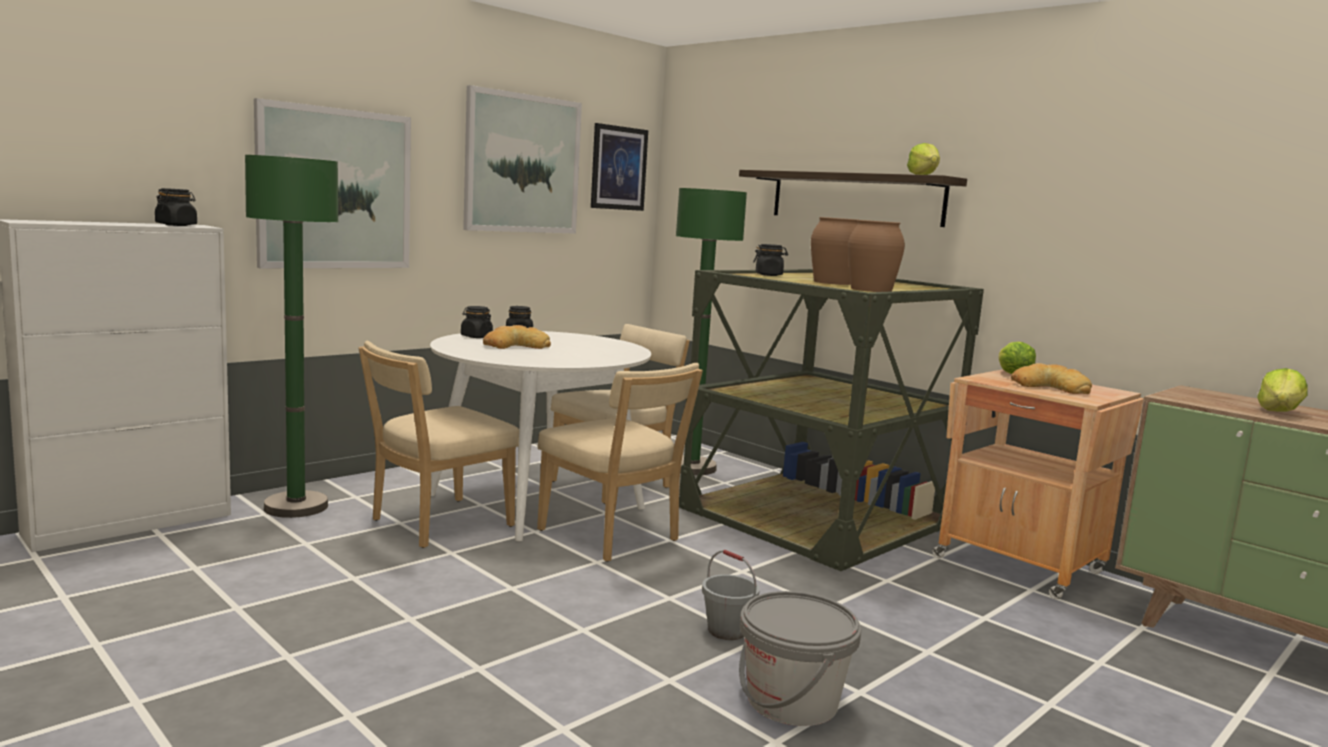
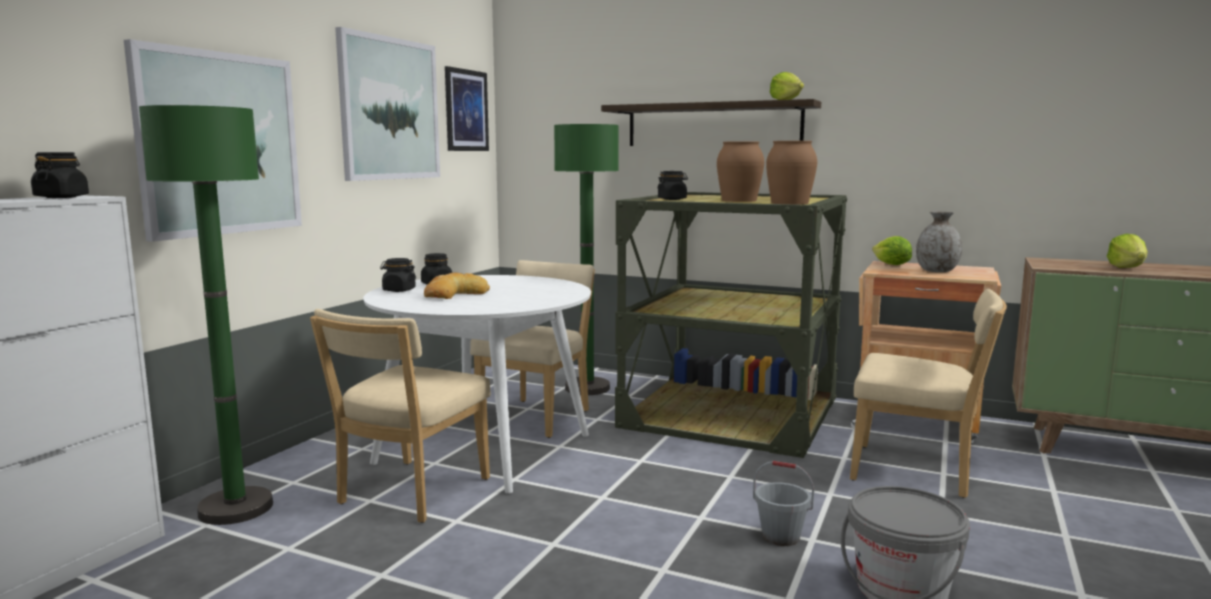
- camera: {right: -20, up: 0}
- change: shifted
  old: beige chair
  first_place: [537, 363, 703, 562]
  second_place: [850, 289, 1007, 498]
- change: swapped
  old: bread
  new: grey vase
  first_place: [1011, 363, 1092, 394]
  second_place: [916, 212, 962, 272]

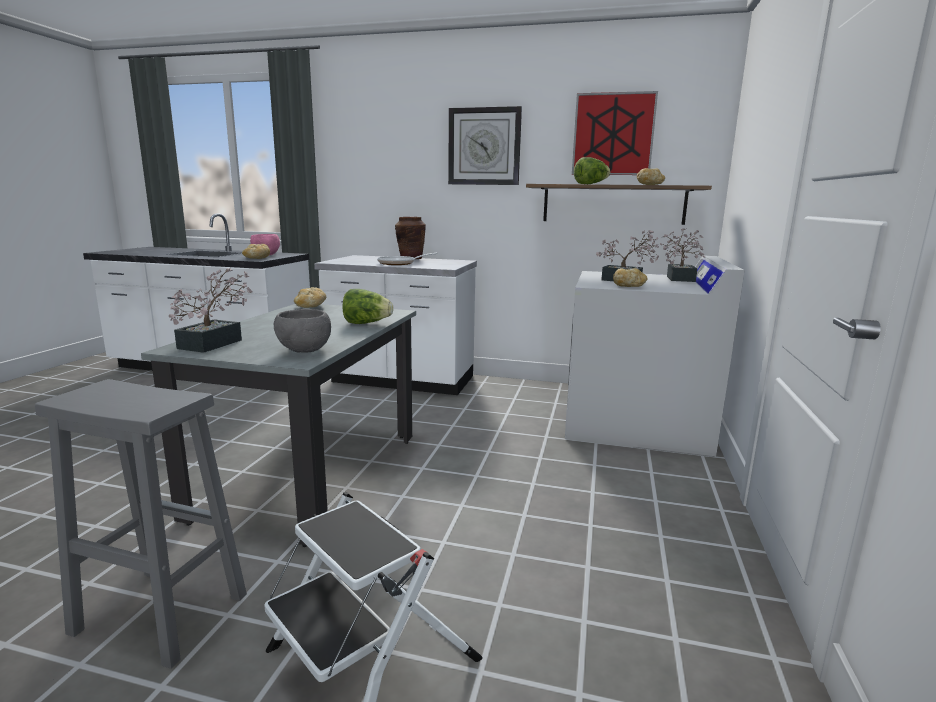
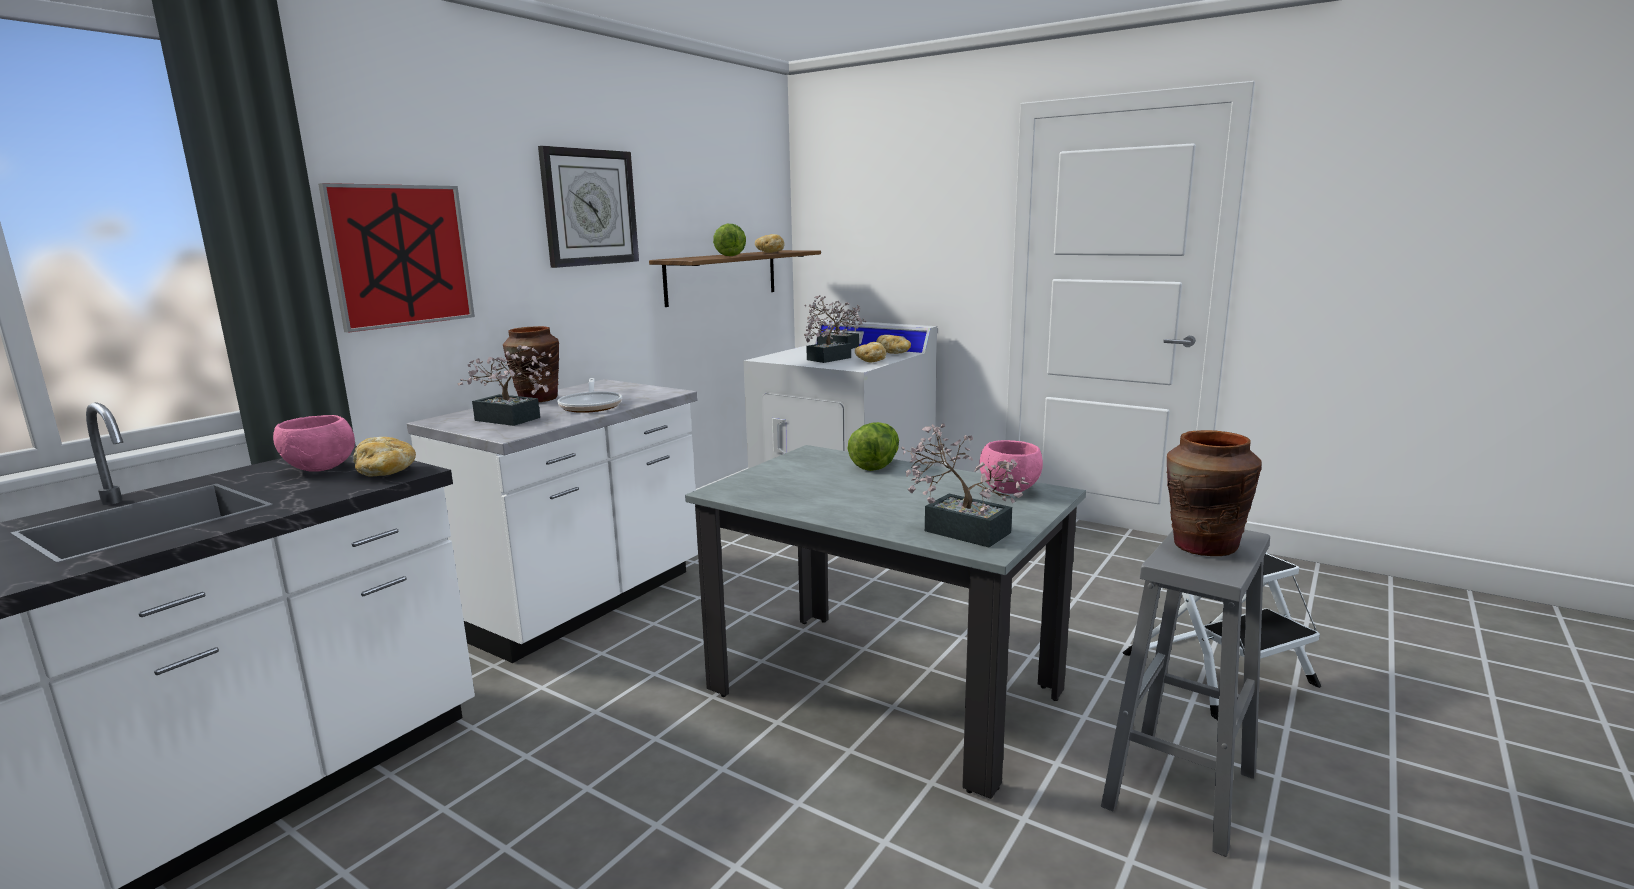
- camera: {right: -70, up: 0}
- change: shifted
  old: picture
  first_place: [572, 91, 658, 175]
  second_place: [318, 183, 475, 333]
- change: shifted
  old: bread
  first_place: [294, 287, 326, 308]
  second_place: [876, 335, 911, 354]
- change: repainted
  old: grey bowl
  new: pink bowl
  first_place: [274, 309, 331, 353]
  second_place: [980, 440, 1043, 494]
- change: new
  new: potted plant
  second_place: [457, 345, 552, 426]
- change: new
  new: brown vase
  second_place: [1166, 430, 1262, 556]

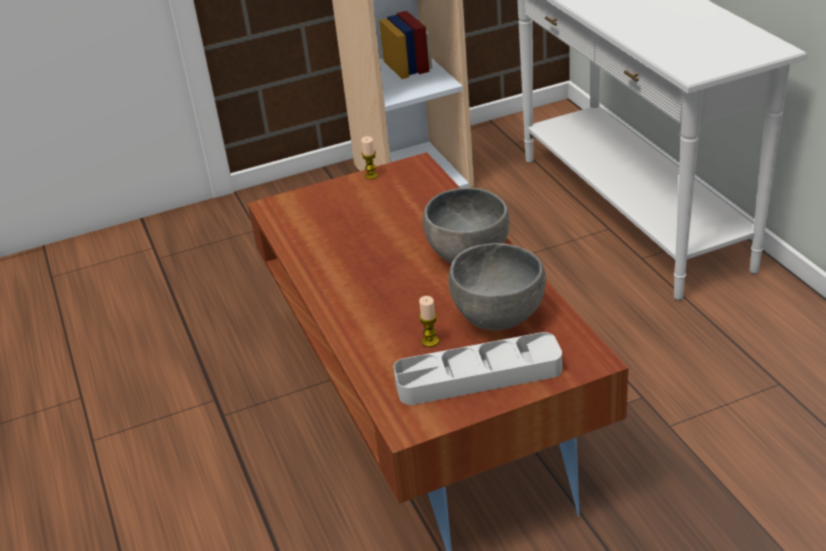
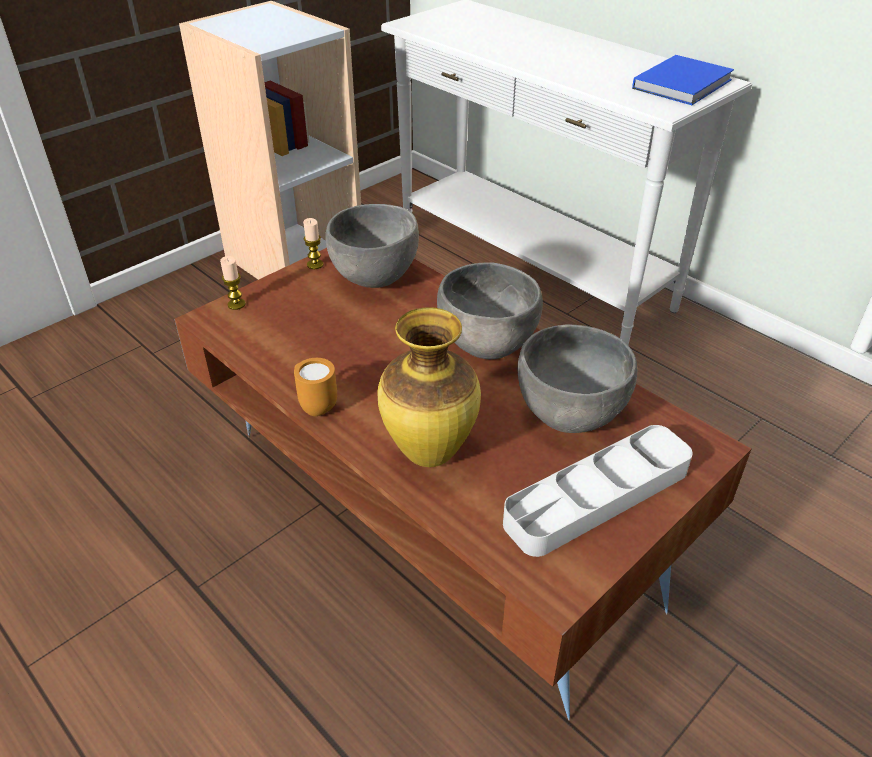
- camera: {right: -25, up: 5}
- change: shifted
  old: candle
  first_place: [419, 296, 439, 347]
  second_place: [220, 256, 246, 310]
- change: new
  new: blue book
  second_place: [632, 55, 734, 105]
- change: new
  new: grey bowl
  second_place: [325, 204, 419, 288]
- change: new
  new: vase
  second_place: [377, 307, 481, 467]
- change: new
  new: orange mug
  second_place: [294, 358, 337, 416]

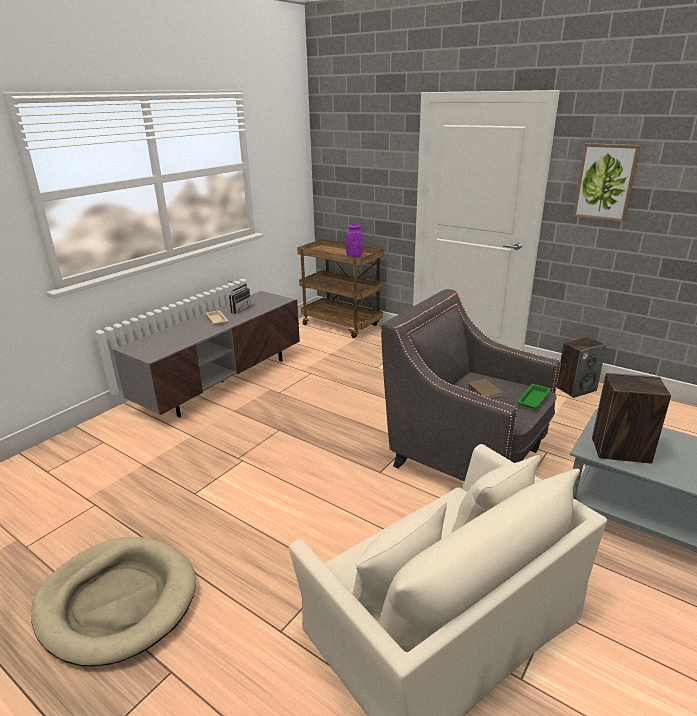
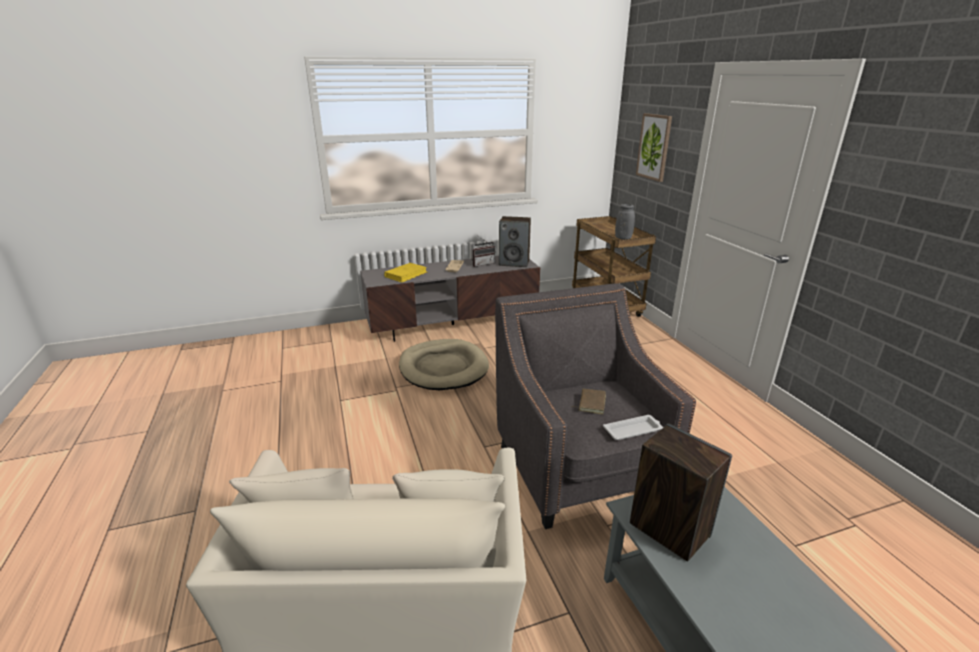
- camera: {right: 35, up: 0}
- change: shifted
  old: picture
  first_place: [573, 143, 640, 222]
  second_place: [636, 113, 672, 182]
- change: repainted
  old: purple vase
  new: grey vase
  first_place: [346, 224, 363, 258]
  second_place: [615, 204, 635, 240]
- change: shifted
  old: speaker
  first_place: [556, 337, 606, 398]
  second_place: [499, 216, 531, 267]
- change: repainted
  old: green tray
  new: white tray
  first_place: [517, 384, 551, 409]
  second_place: [603, 415, 663, 440]
- change: shifted
  old: beige dog bed
  first_place: [31, 537, 196, 666]
  second_place: [399, 339, 489, 390]
- change: new
  new: yellow book
  second_place: [384, 263, 428, 282]

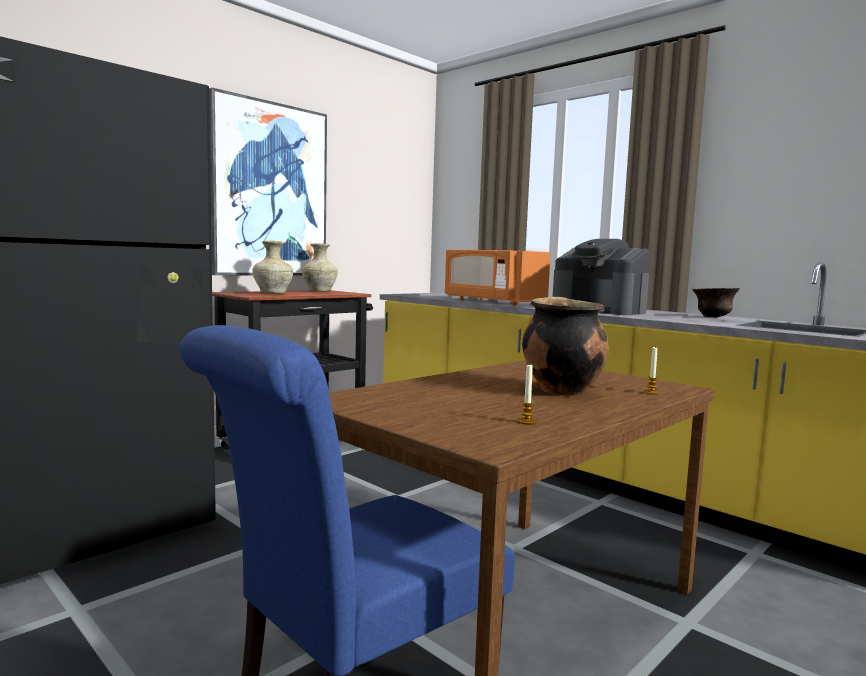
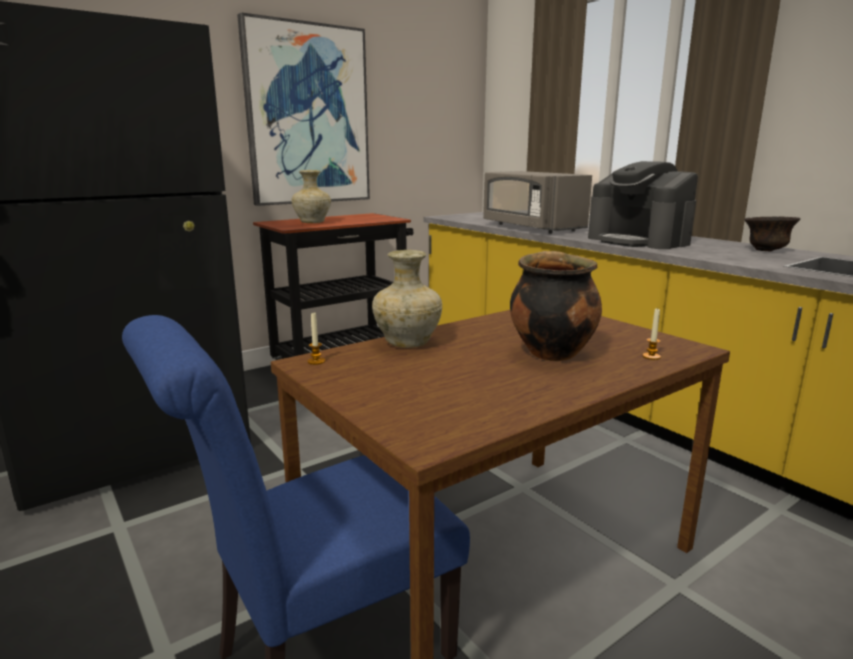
- camera: {right: 10, up: 10}
- change: shifted
  old: beige vase
  first_place: [302, 243, 338, 292]
  second_place: [372, 250, 442, 348]
- change: repainted
  old: orange microwave
  new: grey microwave
  first_place: [445, 249, 551, 306]
  second_place: [483, 171, 592, 234]
- change: shifted
  old: candle
  first_place: [517, 364, 537, 425]
  second_place: [307, 312, 325, 365]

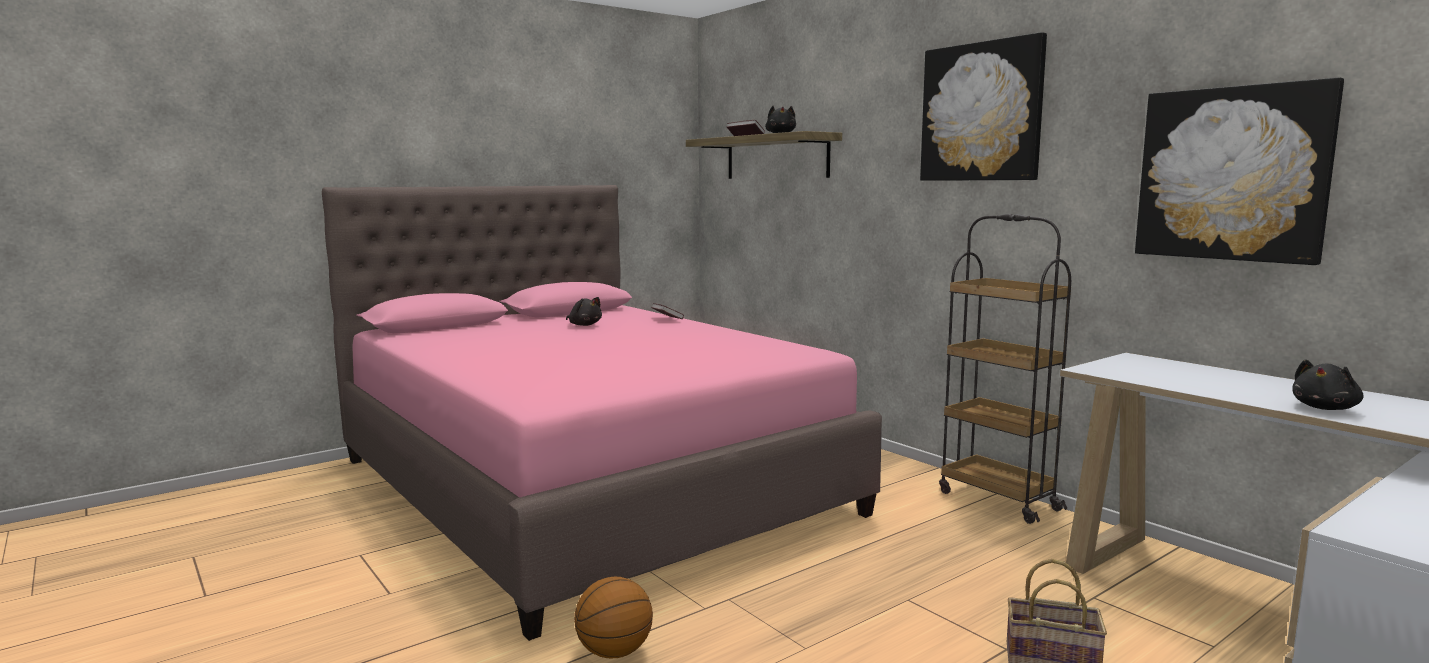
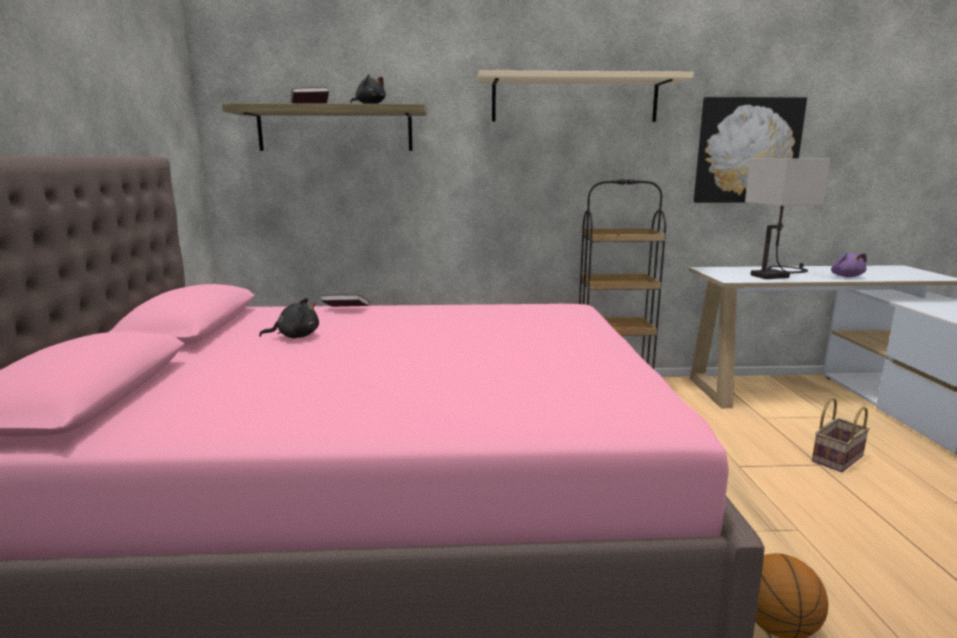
- camera: {right: -55, up: 5}
- change: swapped
  old: picture
  new: beige shelf
  first_place: [920, 32, 1047, 181]
  second_place: [477, 70, 694, 122]
- change: repainted
  old: black plush toy
  new: purple plush toy
  first_place: [1292, 360, 1363, 410]
  second_place: [831, 252, 867, 277]
- change: new
  new: table lamp
  second_place: [745, 158, 830, 279]

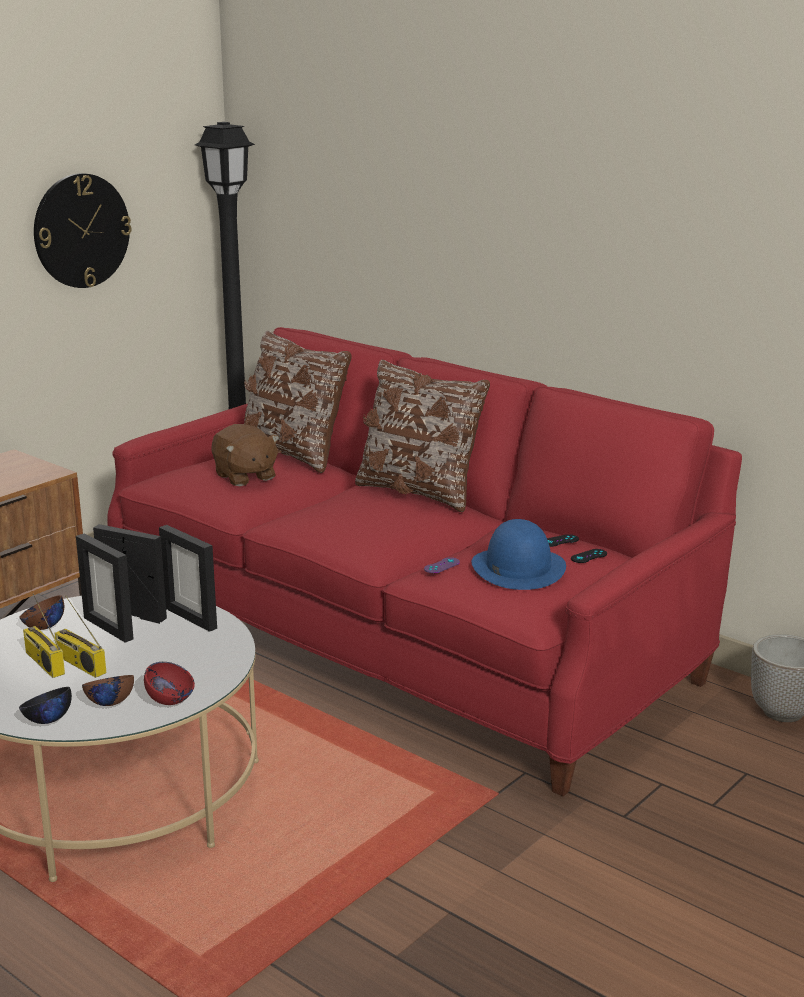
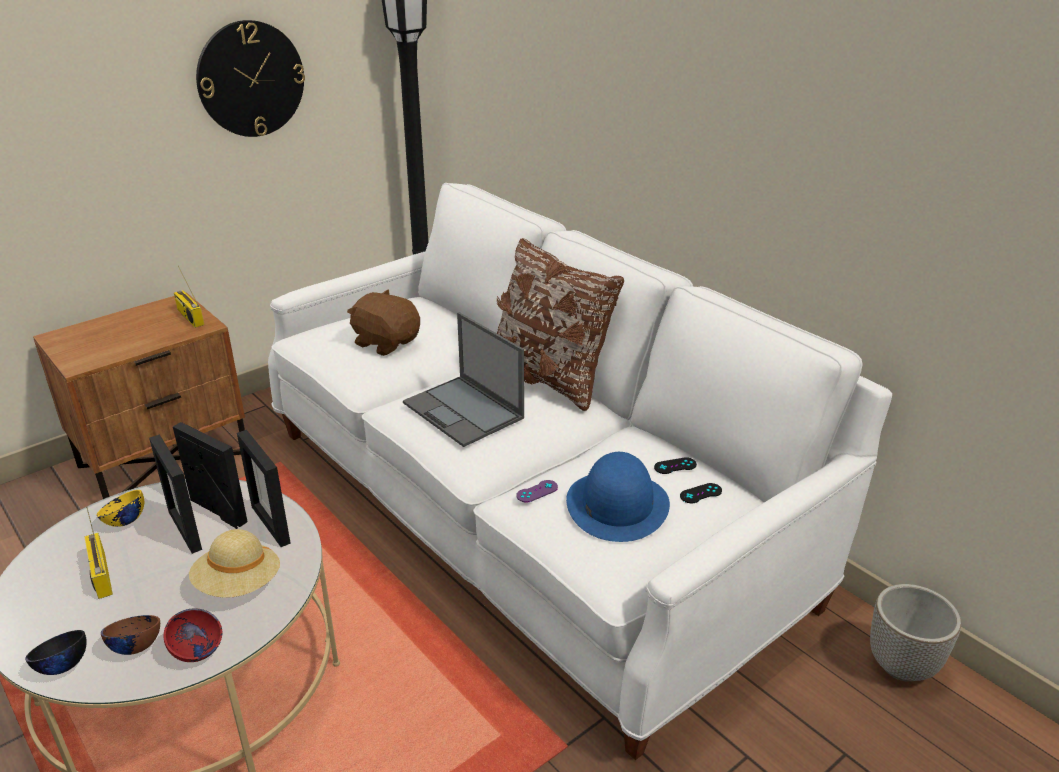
- camera: {right: 10, up: 10}
- change: repainted
  old: red sofa
  new: white sofa
  first_place: [107, 327, 742, 796]
  second_place: [268, 183, 892, 760]
- change: gone
  old: brown pillow
  first_place: [244, 331, 352, 473]
- change: rotated
  old: brown plush toy
  first_place: [212, 424, 280, 486]
  second_place: [347, 290, 420, 356]
  degrees: 150
- change: repainted
  old: brown bowl
  new: yellow bowl
  first_place: [19, 595, 64, 630]
  second_place: [97, 490, 144, 527]
- change: shifted
  old: radio
  first_place: [54, 596, 107, 678]
  second_place: [174, 265, 204, 328]
- change: new
  new: laptop
  second_place: [403, 312, 524, 447]
- change: new
  new: beige hat
  second_place: [189, 529, 280, 598]

